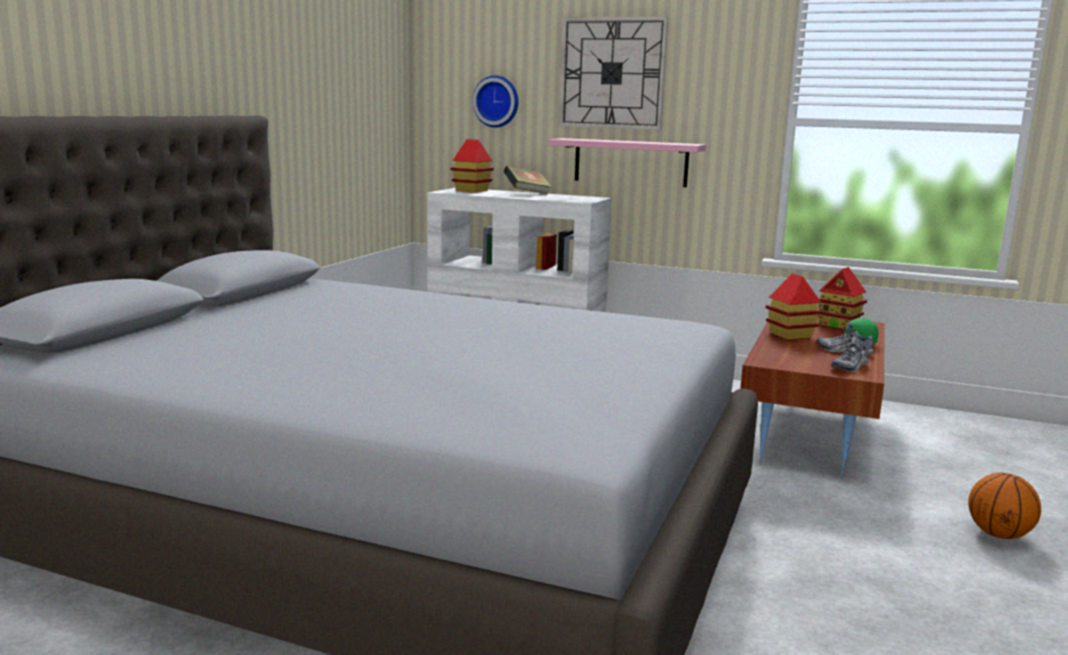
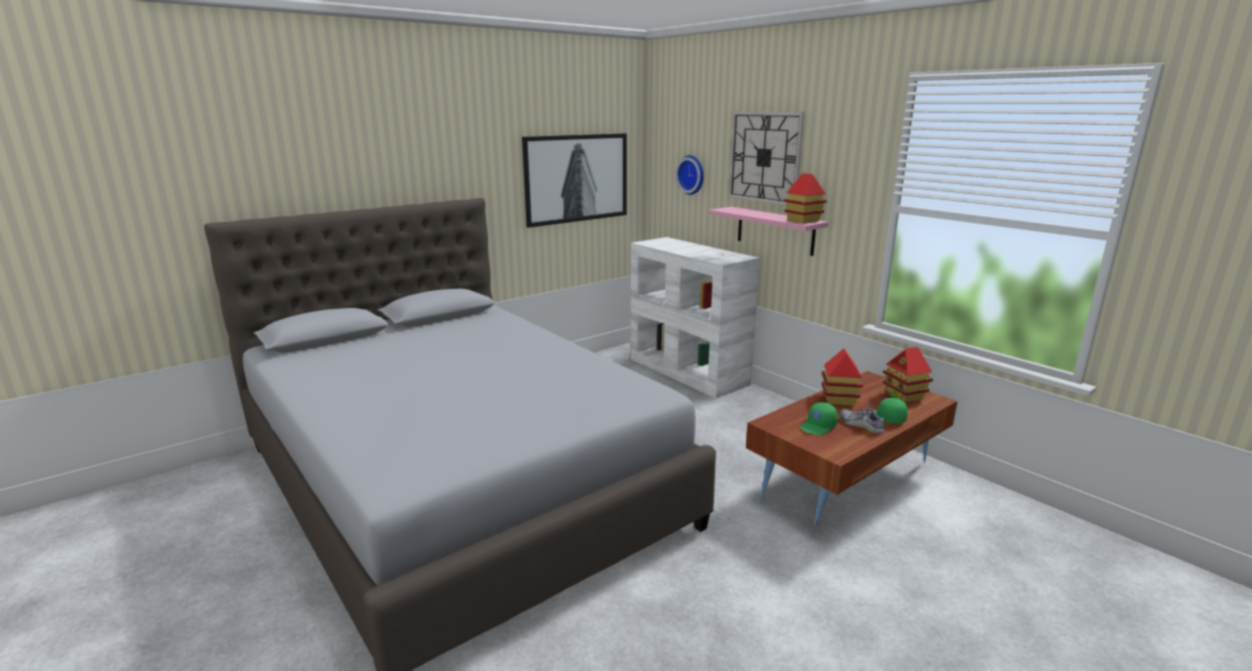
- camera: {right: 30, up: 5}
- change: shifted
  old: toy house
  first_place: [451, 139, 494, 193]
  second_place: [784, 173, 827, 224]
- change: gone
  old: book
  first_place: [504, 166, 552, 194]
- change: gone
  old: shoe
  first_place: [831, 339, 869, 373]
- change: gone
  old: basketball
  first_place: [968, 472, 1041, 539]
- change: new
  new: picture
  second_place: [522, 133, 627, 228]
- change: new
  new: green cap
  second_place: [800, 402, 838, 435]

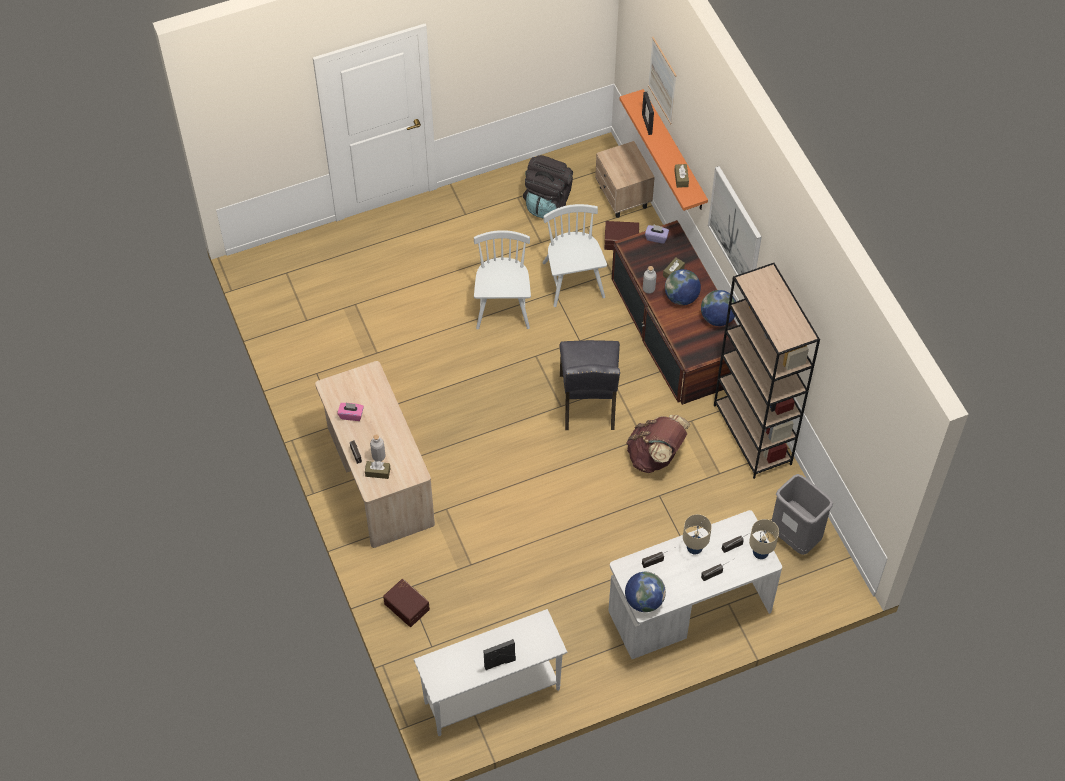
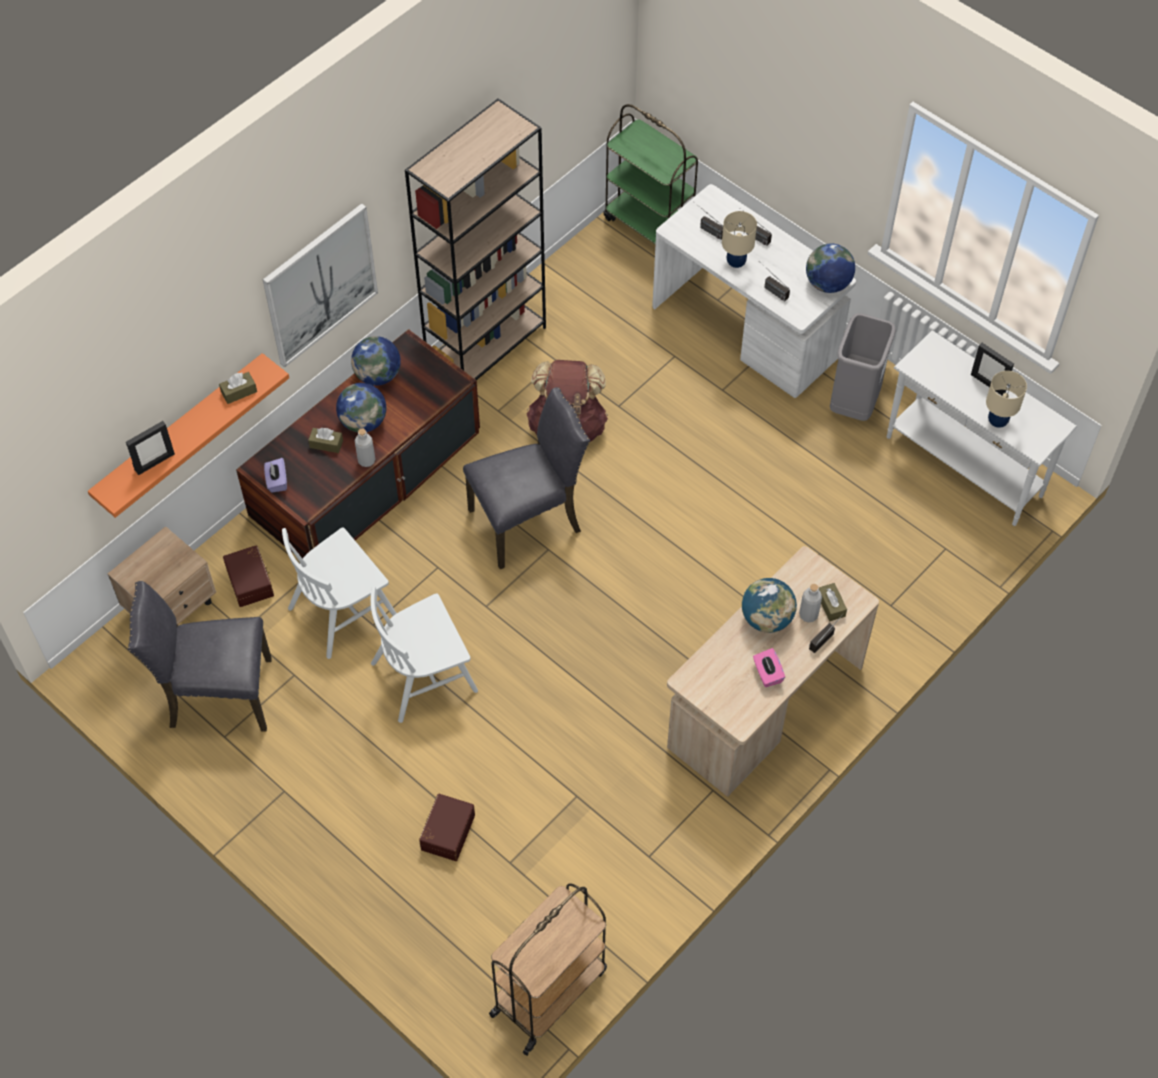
- camera: {right: -115, up: 0}
- change: gone
  old: picture
  first_place: [648, 37, 677, 124]
- change: swapped
  old: black backpack
  new: grey chair
  first_place: [523, 155, 573, 218]
  second_place: [128, 581, 272, 731]
- change: shifted
  old: grey trash can
  first_place: [772, 474, 833, 555]
  second_place: [830, 313, 896, 421]
- change: shifted
  old: beige table lamp
  first_place: [749, 519, 779, 559]
  second_place: [986, 371, 1027, 428]
- change: shifted
  old: brown storage box
  first_place: [383, 579, 430, 627]
  second_place: [419, 794, 475, 861]
- change: new
  new: green cart
  second_place: [603, 104, 698, 244]
- change: new
  new: globe
  second_place: [742, 578, 797, 633]
- change: new
  new: brown cart
  second_place: [489, 883, 607, 1056]

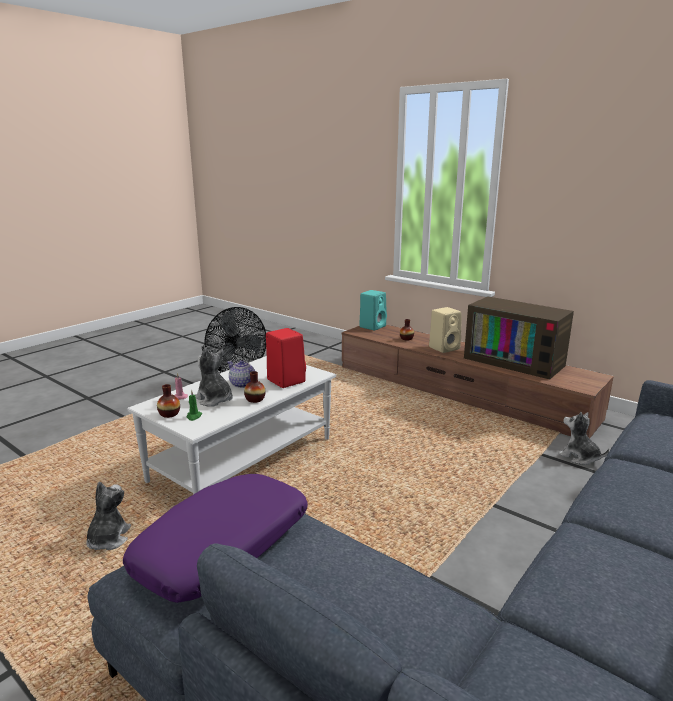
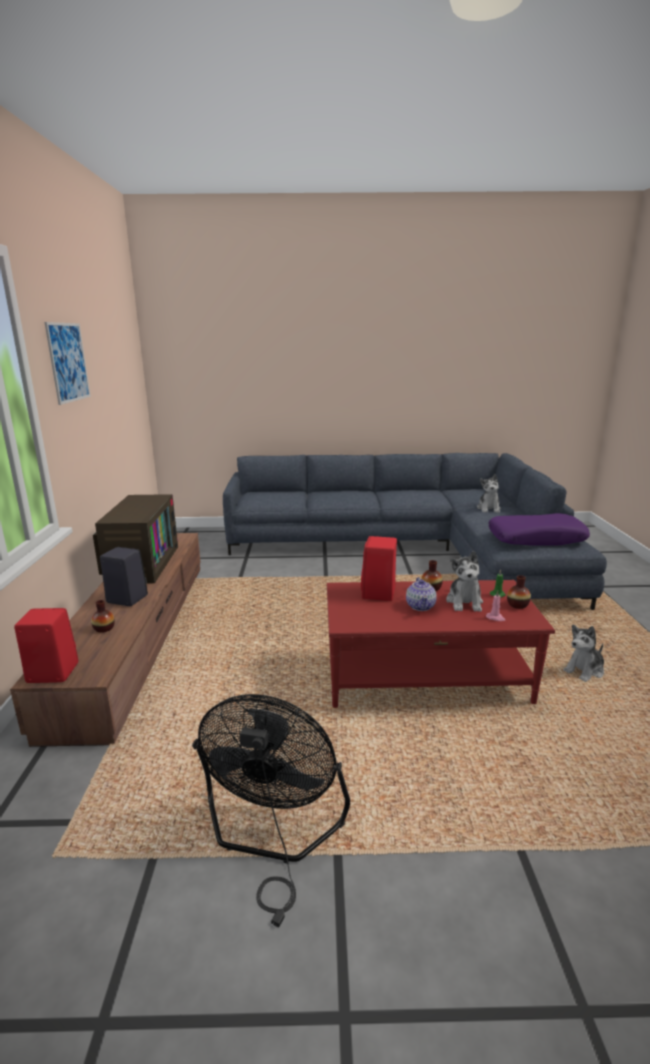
- camera: {right: -130, up: 0}
- change: repainted
  old: turquoise speaker
  new: red speaker
  first_place: [359, 290, 387, 331]
  second_place: [14, 608, 78, 683]
- change: repainted
  old: beige speaker
  new: black speaker
  first_place: [429, 307, 462, 353]
  second_place: [100, 547, 148, 606]
- change: repainted
  old: white coffee table
  new: red coffee table
  first_place: [127, 356, 336, 495]
  second_place: [327, 580, 555, 708]
- change: shifted
  old: plush toy
  first_place: [558, 412, 609, 465]
  second_place: [477, 474, 501, 513]
- change: new
  new: picture
  second_place: [44, 322, 91, 405]

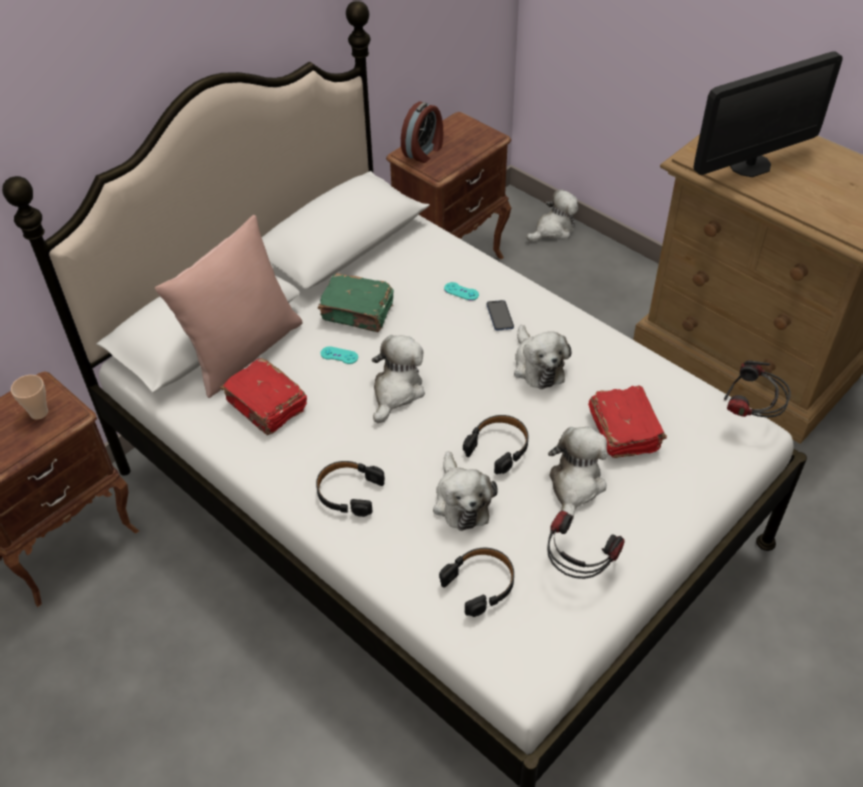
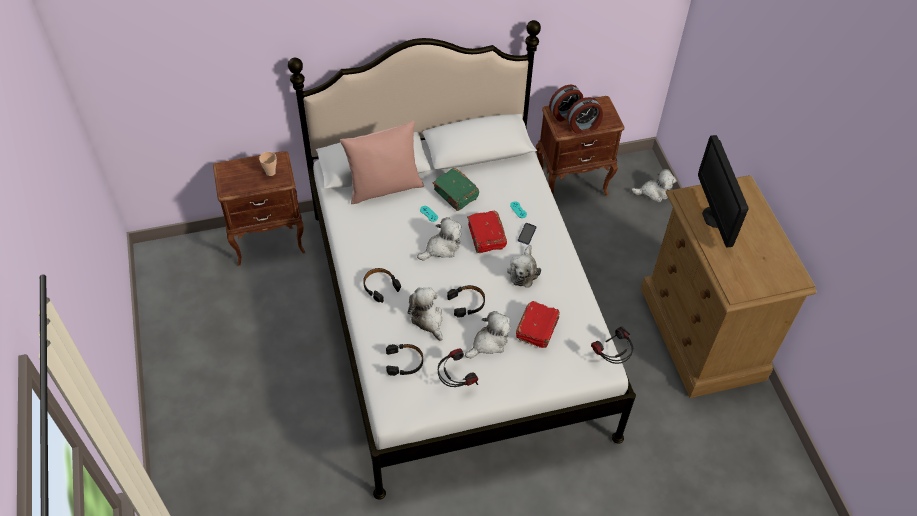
- camera: {right: 30, up: 5}
- change: rotated
  old: monitor
  first_place: [694, 51, 842, 177]
  second_place: [698, 135, 749, 248]
  degrees: 75
- change: shifted
  old: red book
  first_place: [220, 358, 307, 435]
  second_place: [467, 211, 507, 253]
- change: rotated
  old: plush toy
  first_place: [433, 451, 498, 531]
  second_place: [408, 287, 443, 341]
  degrees: 135
- change: new
  new: alarm clock
  second_place: [567, 97, 603, 134]

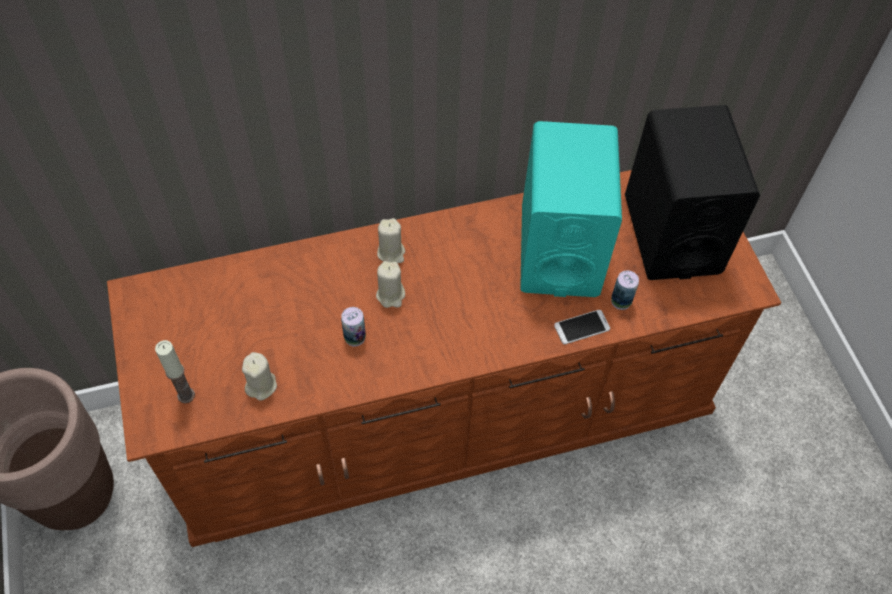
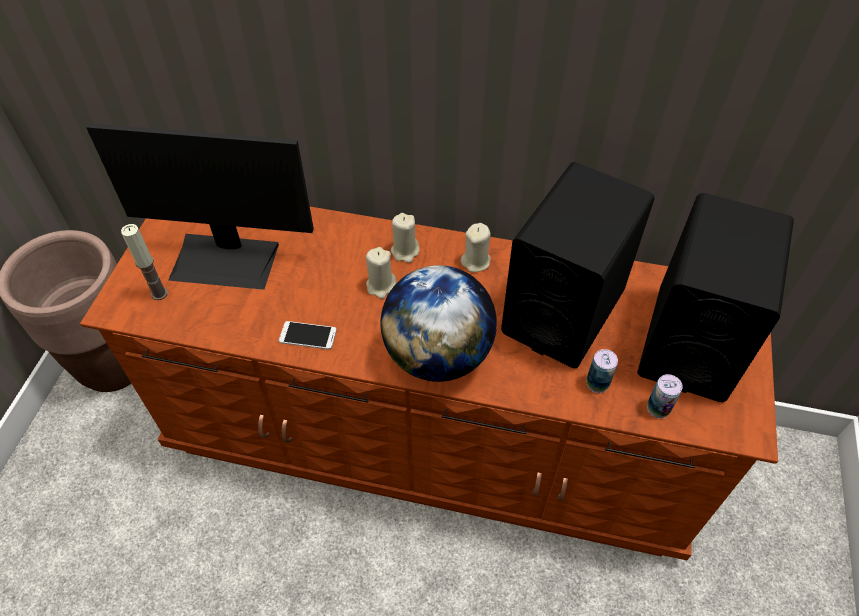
- camera: {right: 30, up: -5}
- change: repainted
  old: turquoise speaker
  new: black speaker
  first_place: [520, 121, 622, 297]
  second_place: [501, 162, 655, 368]
- change: shifted
  old: can
  first_place: [341, 307, 366, 347]
  second_place: [647, 374, 683, 418]
- change: shifted
  old: phone
  first_place: [554, 310, 610, 344]
  second_place: [279, 321, 337, 350]
- change: shifted
  old: beige candle
  first_place: [242, 352, 277, 401]
  second_place: [460, 223, 491, 272]
- change: new
  new: monitor
  second_place: [86, 123, 314, 290]
- change: new
  new: globe
  second_place: [381, 265, 497, 382]

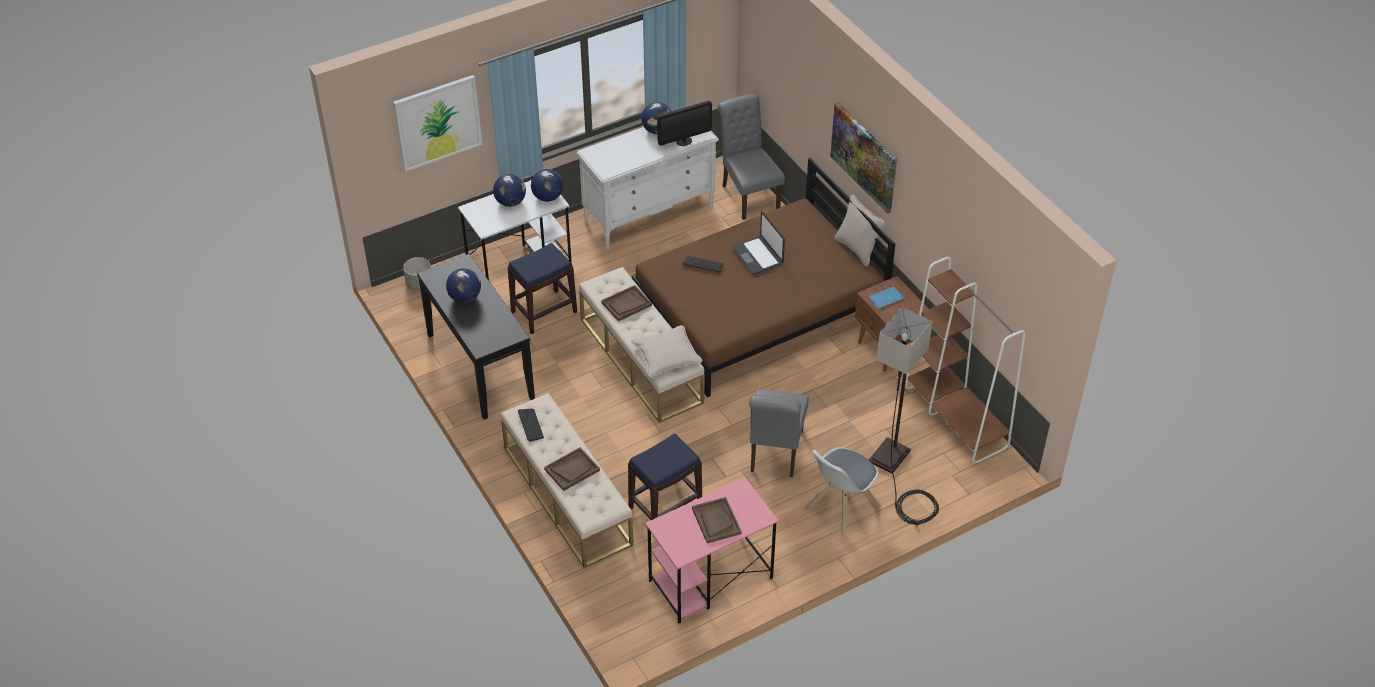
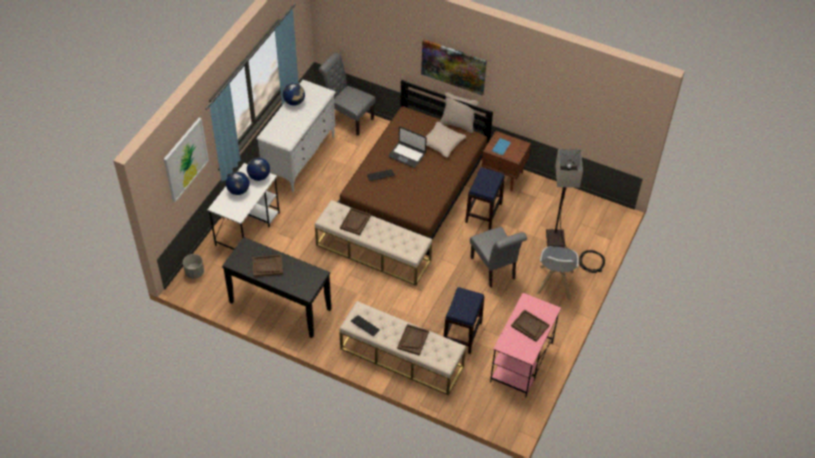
- camera: {right: -35, up: 5}
- change: gone
  old: monitor
  first_place: [657, 101, 712, 146]
- change: shifted
  old: stool
  first_place: [508, 243, 577, 334]
  second_place: [465, 167, 505, 230]
- change: gone
  old: brown clothes rack
  first_place: [905, 257, 1026, 463]
- change: swapped
  old: globe
  new: brown tray
  first_place: [446, 268, 481, 303]
  second_place: [252, 254, 283, 277]
- change: shifted
  old: beige pillow
  first_place: [631, 325, 702, 377]
  second_place: [425, 122, 466, 157]

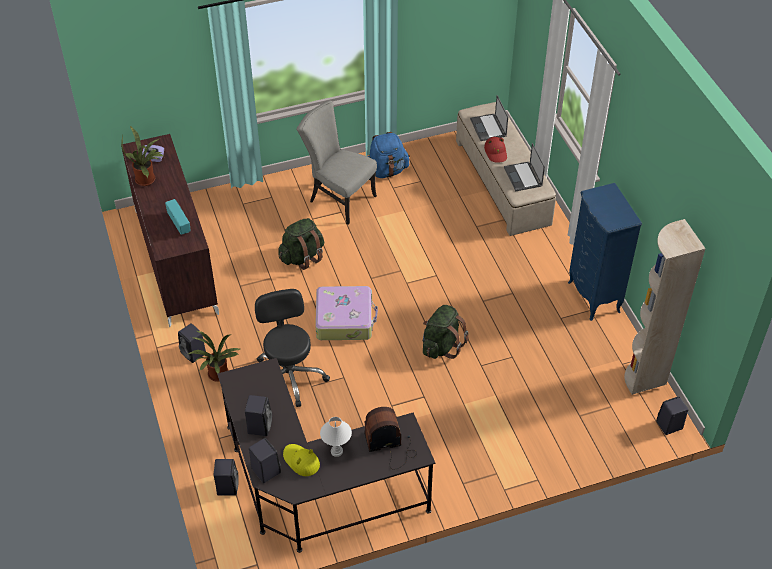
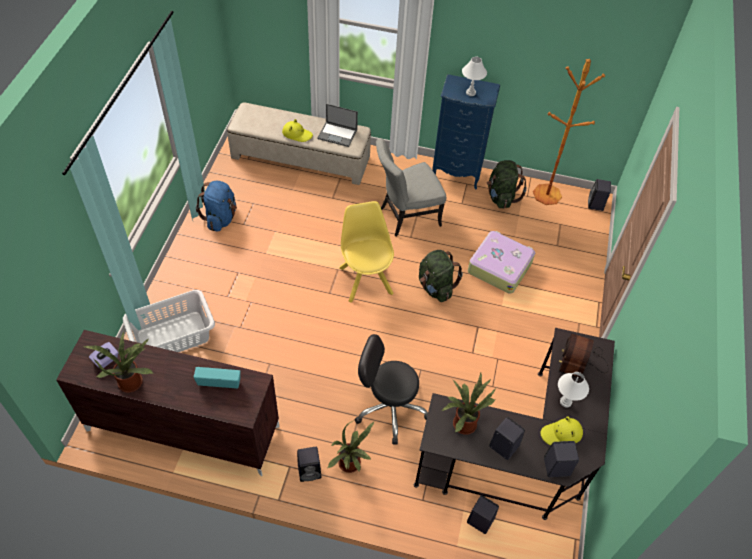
- camera: {right: -60, up: 5}
- change: gone
  old: laptop
  first_place: [470, 95, 508, 141]
- change: shifted
  old: grey chair
  first_place: [296, 100, 377, 225]
  second_place: [376, 138, 446, 237]
- change: repainted
  old: red hat
  new: yellow hat
  first_place: [484, 137, 507, 163]
  second_place: [282, 119, 313, 142]
- change: shifted
  old: green backpack
  first_place: [278, 218, 324, 270]
  second_place: [486, 160, 527, 208]
- change: swapped
  old: beige bookcase
  new: orange clothes rack
  first_place: [624, 219, 706, 395]
  second_place: [533, 59, 605, 205]
- change: shifted
  old: suitcase
  first_place: [315, 286, 378, 340]
  second_place: [468, 231, 535, 294]
- change: new
  new: white table lamp
  second_place: [462, 57, 487, 96]
- change: new
  new: yellow chair
  second_place: [340, 201, 394, 303]
- change: new
  new: grey laundry basket
  second_place: [123, 290, 215, 352]
- change: new
  new: potted plant
  second_place: [442, 372, 496, 435]

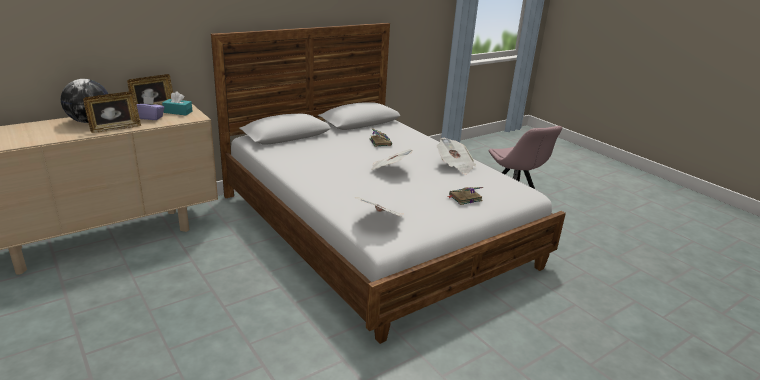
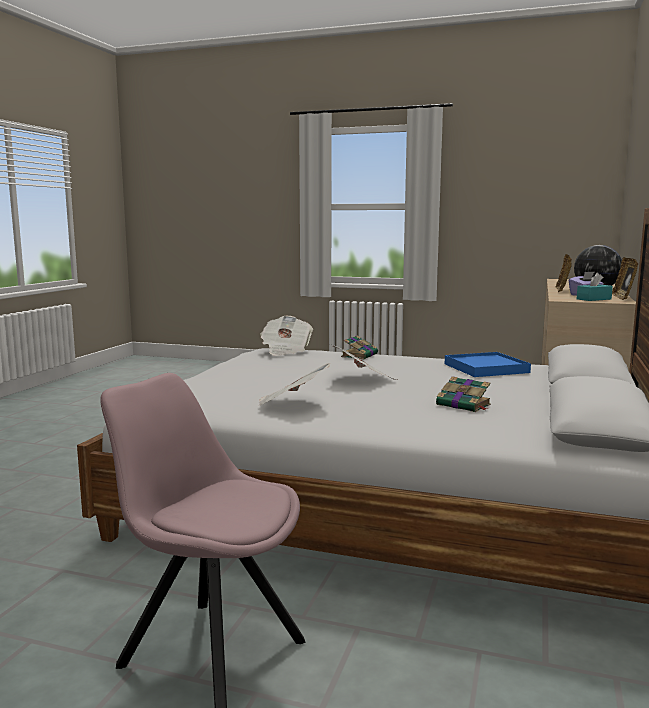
- camera: {right: 145, up: -15}
- change: shifted
  old: book
  first_place: [447, 187, 483, 205]
  second_place: [341, 335, 378, 359]
- change: new
  new: blue tray
  second_place: [445, 352, 531, 377]

